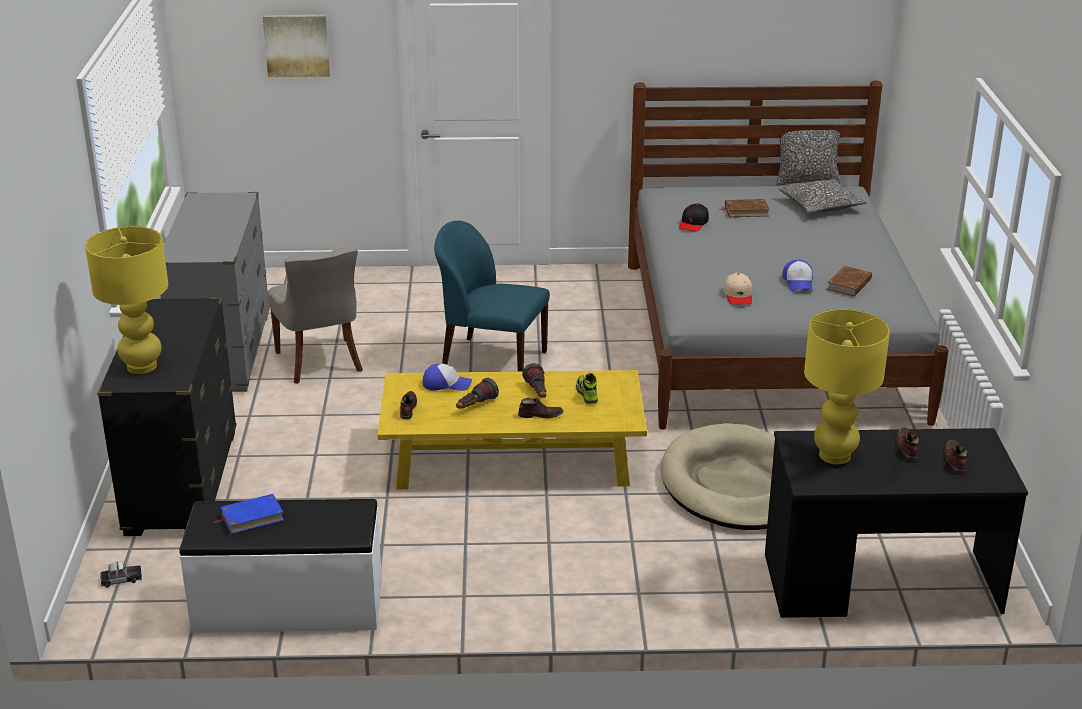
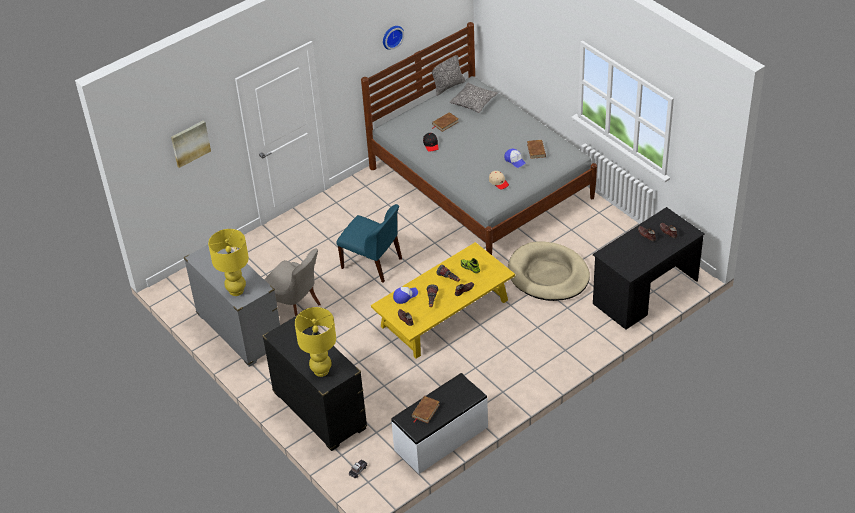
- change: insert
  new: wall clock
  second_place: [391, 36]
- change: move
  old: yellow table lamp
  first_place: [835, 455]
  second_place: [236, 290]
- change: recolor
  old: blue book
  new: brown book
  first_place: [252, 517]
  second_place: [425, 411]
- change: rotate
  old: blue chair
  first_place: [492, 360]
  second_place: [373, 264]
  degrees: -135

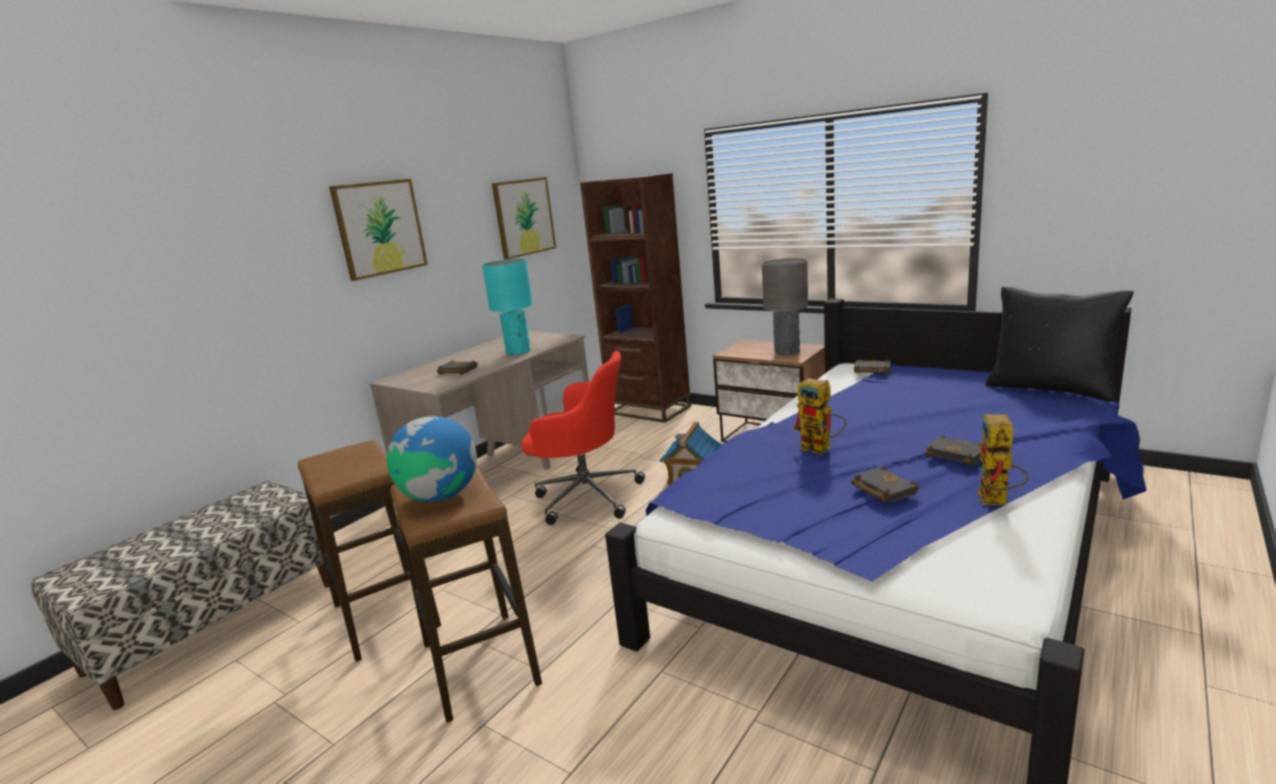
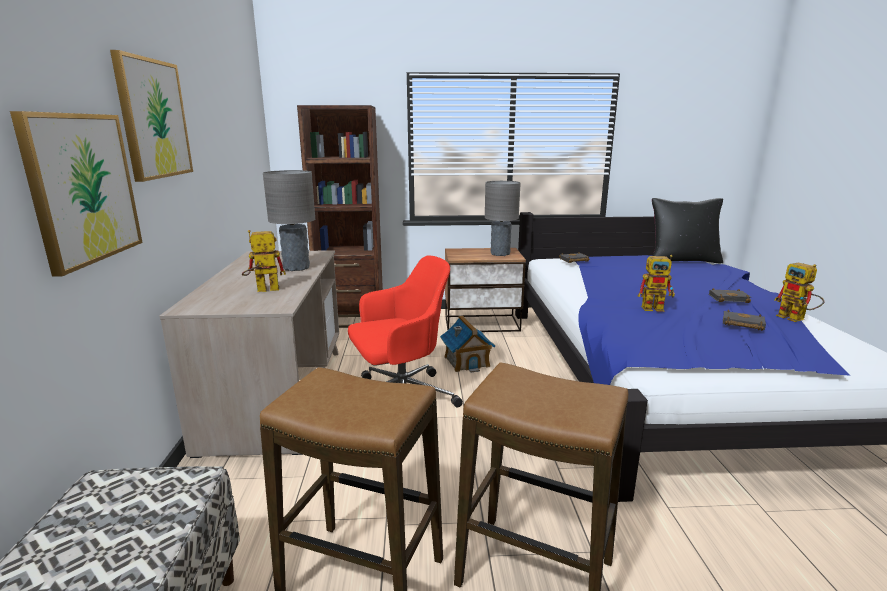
- change: delete
  old: globe
  first_place: [440, 496]
- change: move
  old: picture
  first_place: [524, 217]
  second_place: [83, 188]
- change: replace
  old: black book
  new: toy robot
  first_place: [456, 371]
  second_place: [262, 290]
- change: recolor
  old: turquoise table lamp
  new: grey table lamp
  first_place: [518, 352]
  second_place: [297, 268]

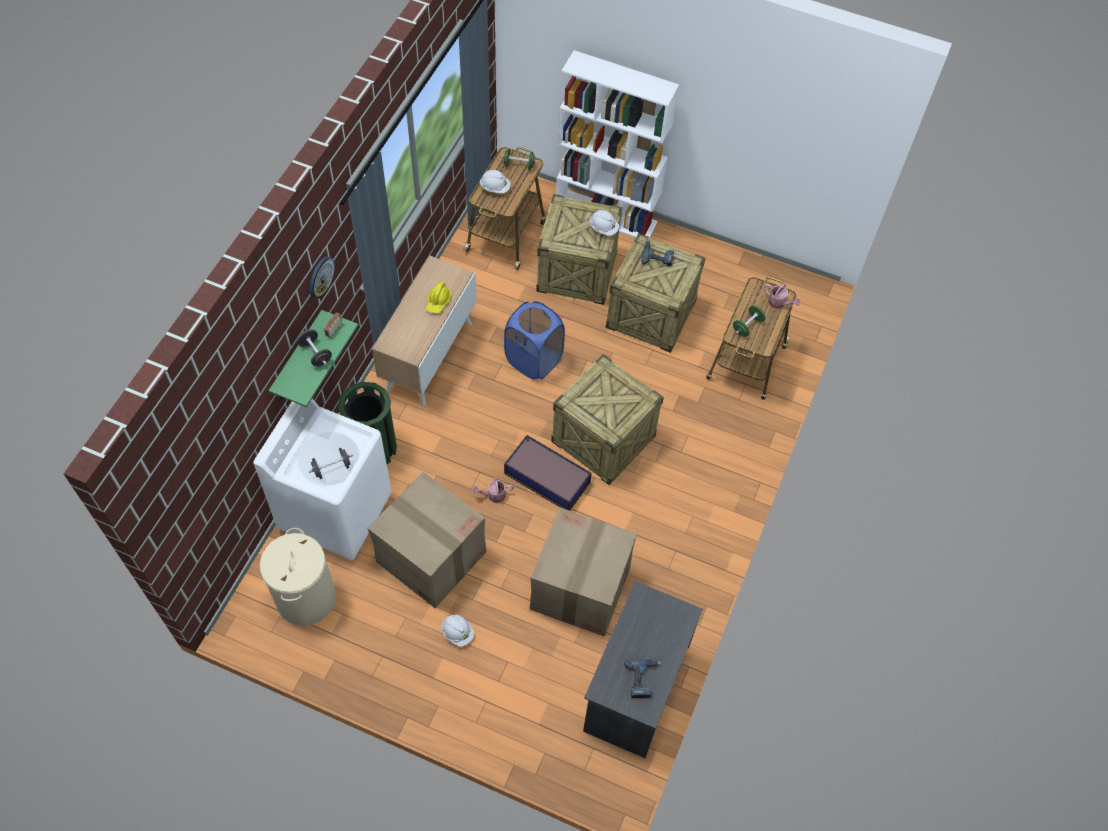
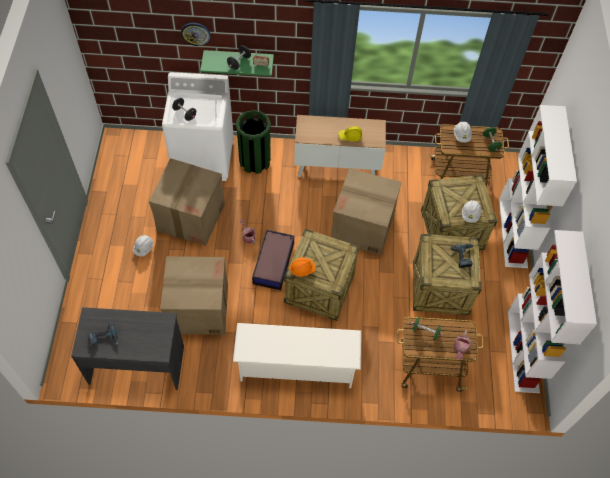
- change: delete
  old: beige laundry basket
  first_place: [305, 597]
- change: insert
  new: white shoe rack
  second_place: [296, 366]
- change: insert
  new: orange hard hat
  second_place: [302, 270]
- change: insert
  new: white bookcase
  second_place: [523, 351]
- change: move
  old: wall clock
  first_place: [320, 277]
  second_place: [195, 33]
- change: replace
  old: blue laundry basket
  new: cardboard box
  first_place: [534, 360]
  second_place: [363, 226]

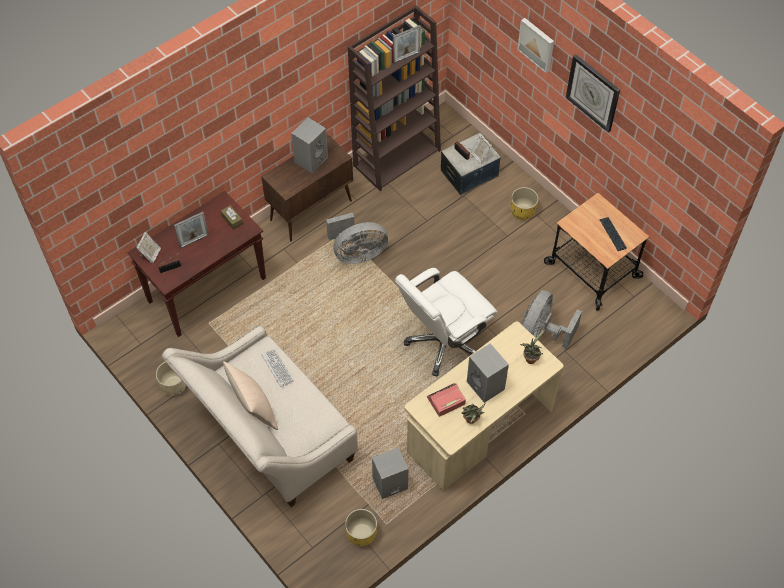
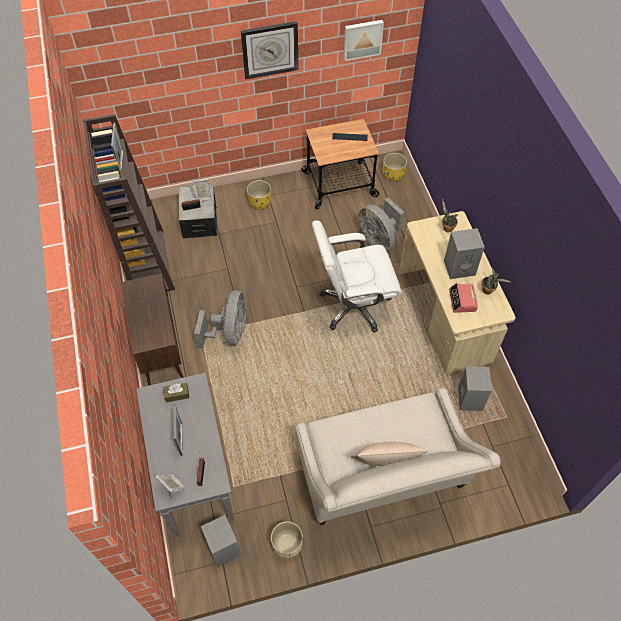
- change: delete
  old: keyboard
  first_place: [277, 368]
- change: move
  old: grey speaker
  first_place: [311, 159]
  second_place: [222, 547]
- change: move
  old: yellow planter
  first_place: [361, 534]
  second_place: [393, 175]
- change: move
  old: picture
  first_place: [537, 44]
  second_place: [362, 39]
- change: recolor
  old: brown console table
  new: grey console table
  first_place: [207, 289]
  second_place: [194, 473]
- change: rotate
  old: white office chair
  first_place: [444, 342]
  second_place: [353, 305]
  degrees: 90

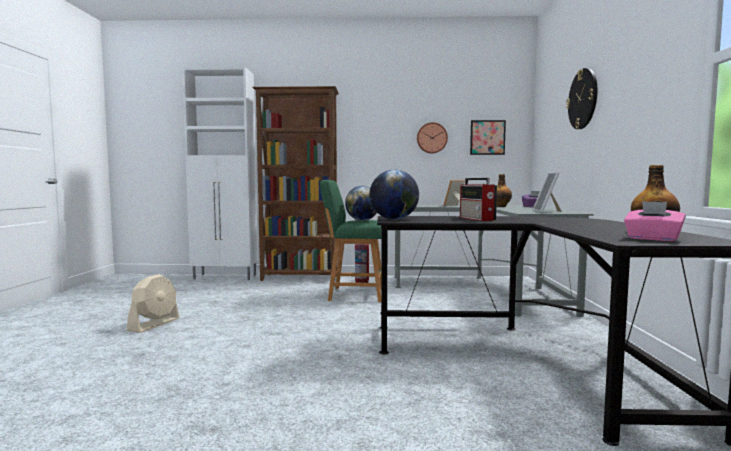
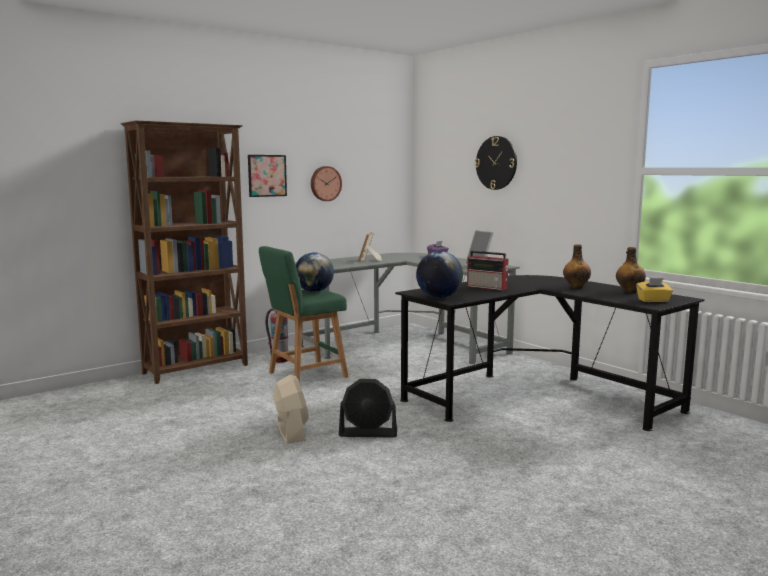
- change: delete
  old: white cabinet
  first_place: [226, 277]
- change: insert
  new: black fan
  second_place: [368, 433]
- change: move
  old: beige fan
  first_place: [154, 324]
  second_place: [291, 431]
- change: move
  old: picture
  first_place: [487, 137]
  second_place: [267, 175]
- change: move
  old: bottle
  first_place: [501, 206]
  second_place: [576, 287]
- change: recolor
  old: pink tissue box
  new: yellow tissue box
  first_place: [652, 239]
  second_place: [653, 300]

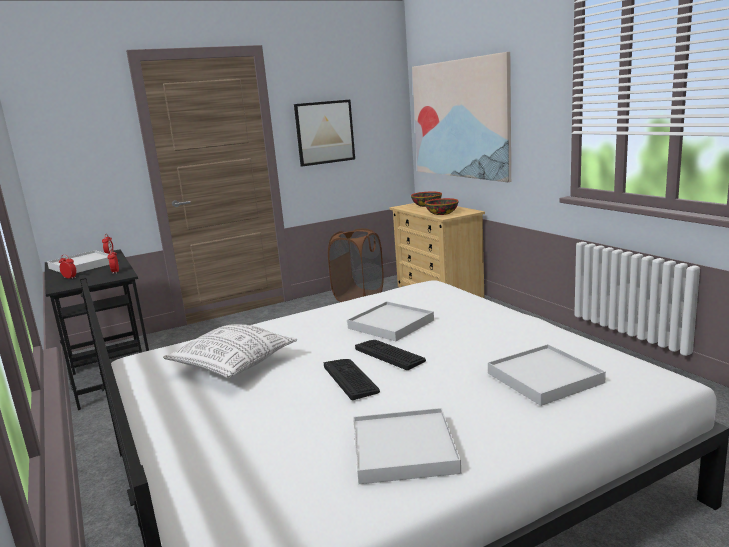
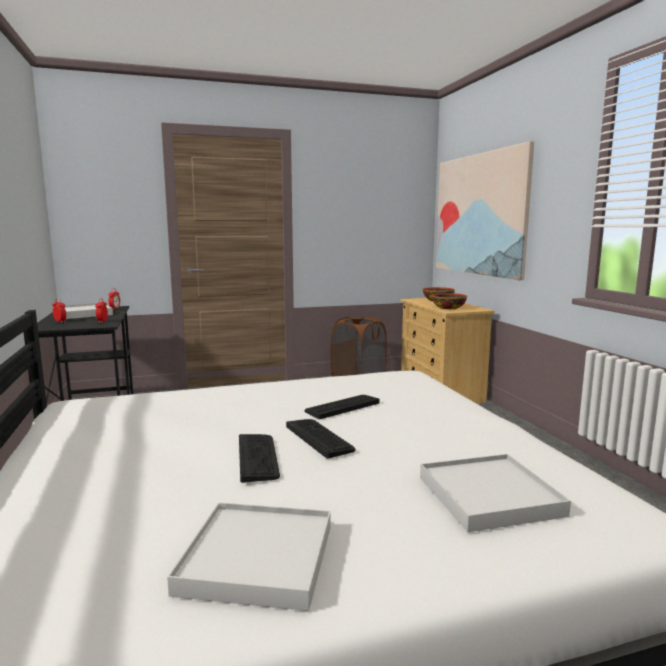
- change: delete
  old: pillow
  first_place: [233, 364]
- change: delete
  old: picture
  first_place: [324, 132]
- change: replace
  old: white tray
  new: keyboard
  first_place: [391, 324]
  second_place: [342, 407]

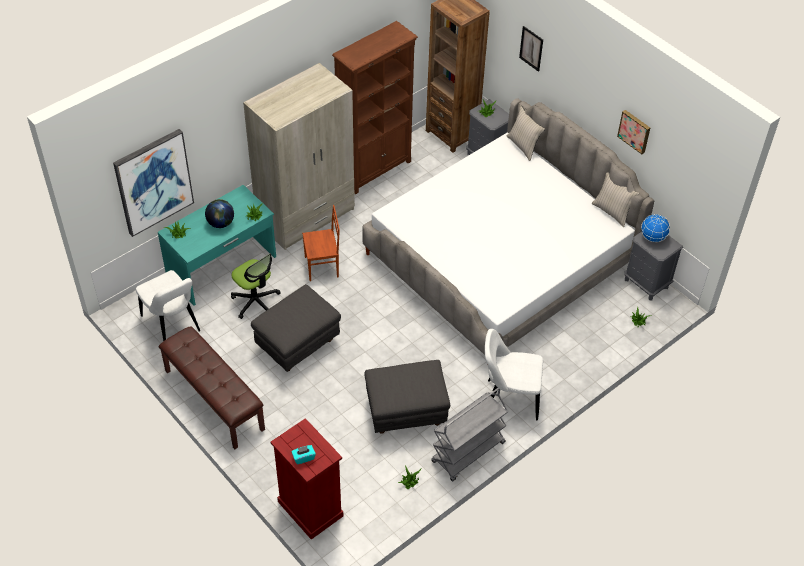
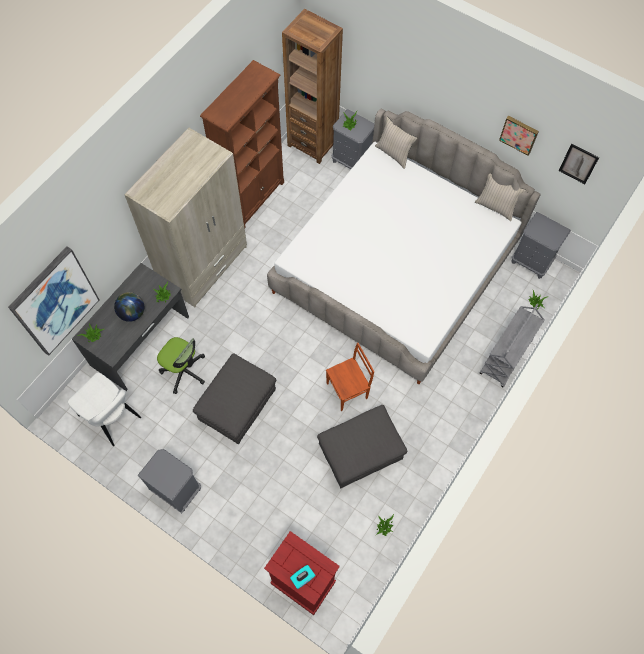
- change: delete
  old: white chair
  first_place: [509, 399]
- change: delete
  old: globe
  first_place: [653, 237]
- change: move
  old: brown chair
  first_place: [322, 267]
  second_place: [348, 391]
- change: move
  old: grey cart
  first_place: [468, 453]
  second_place: [506, 357]
- change: move
  old: picture
  first_place: [531, 48]
  second_place: [578, 163]
- change: replace
  old: brown bench
  new: grey nightstand
  first_place: [213, 400]
  second_place: [176, 490]
- change: recolor
  old: turquoise desk
  new: grey desk
  first_place: [222, 267]
  second_place: [141, 341]

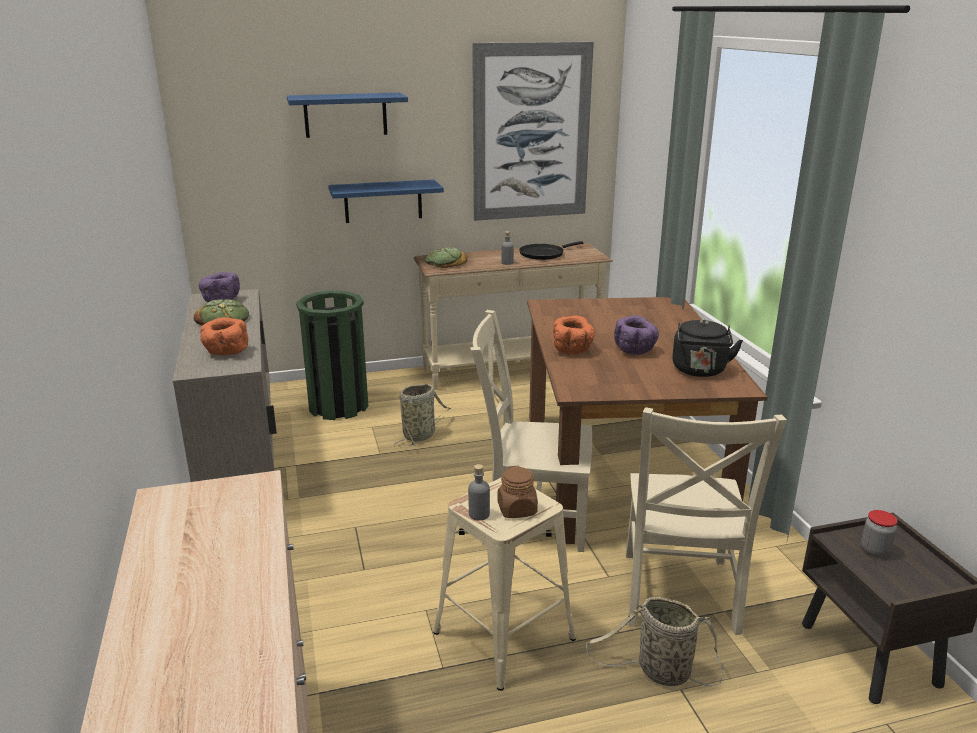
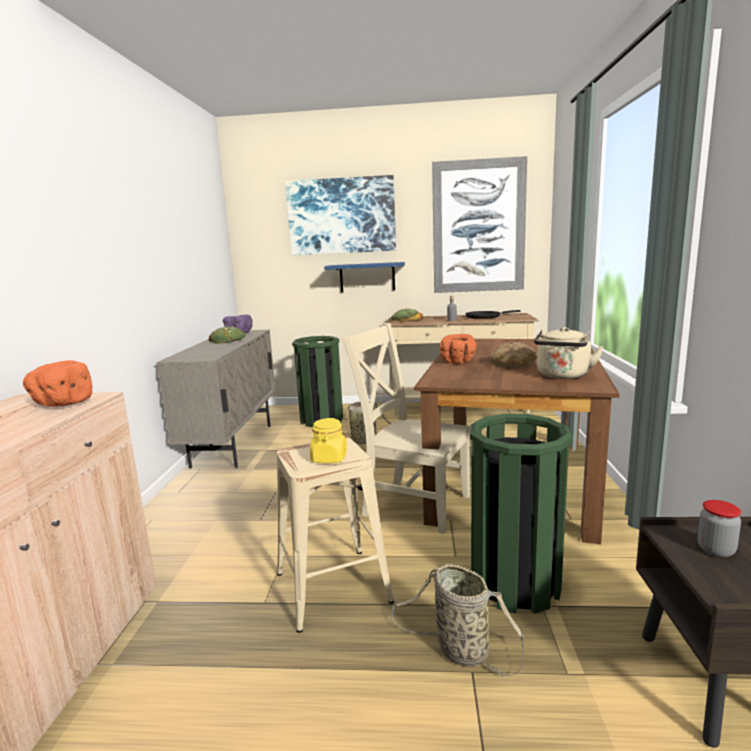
- change: delete
  old: grey bottle
  first_place: [479, 514]
- change: move
  old: orange bowl
  first_place: [226, 352]
  second_place: [62, 404]
- change: replace
  old: blue shelf
  new: picture
  first_place: [345, 115]
  second_place: [341, 216]
- change: replace
  old: purple bowl
  new: bread
  first_place: [635, 350]
  second_place: [513, 363]
- change: replace
  old: beige chair
  new: green trash can
  first_place: [678, 596]
  second_place: [515, 583]
- change: recolor
  old: brown jar
  new: yellow jar
  first_place: [517, 509]
  second_place: [329, 458]
- change: recolor
  old: black kettle
  new: beige kettle
  first_place: [699, 371]
  second_place: [562, 376]

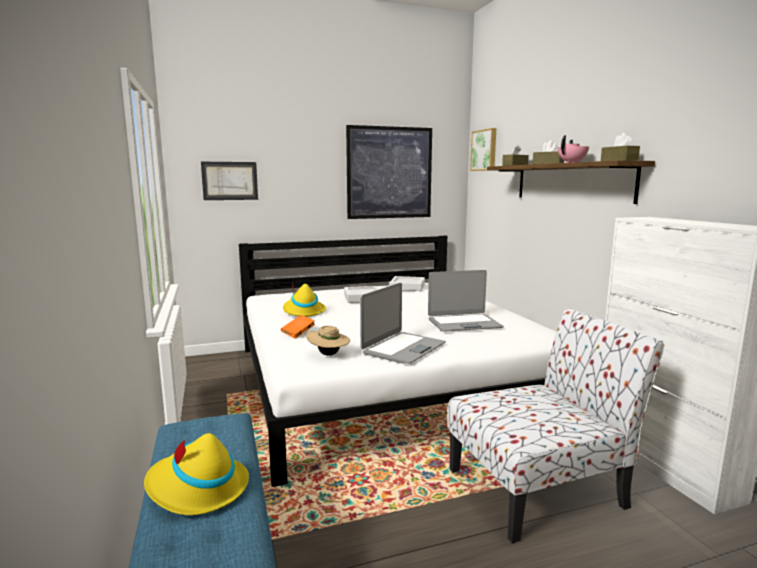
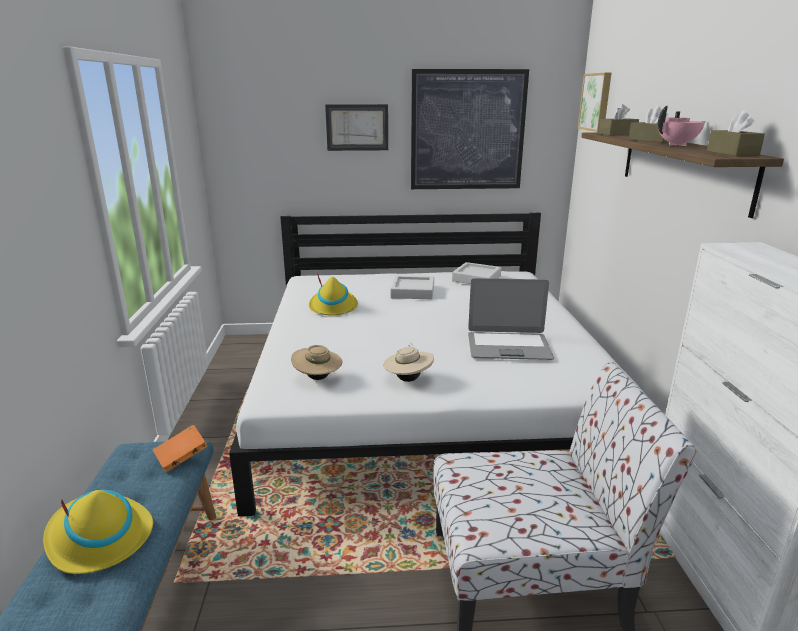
- change: move
  old: picture
  first_place: [230, 181]
  second_place: [357, 127]
- change: move
  old: orange book
  first_place: [298, 333]
  second_place: [181, 458]
- change: replace
  old: laptop
  new: beige hat
  first_place: [403, 348]
  second_place: [408, 379]

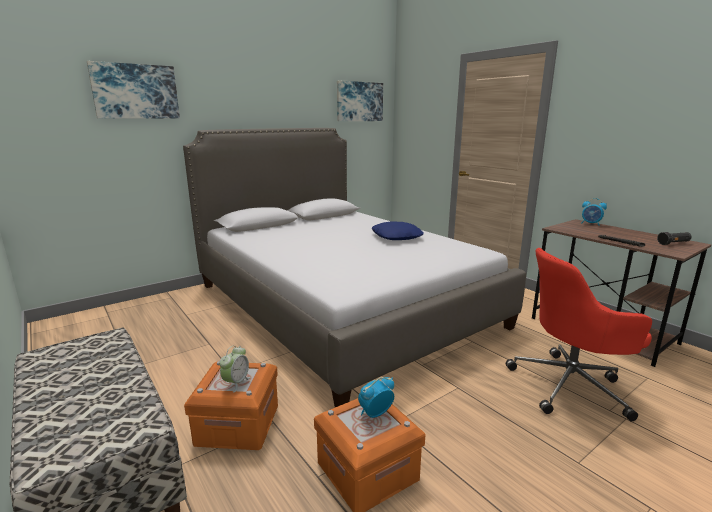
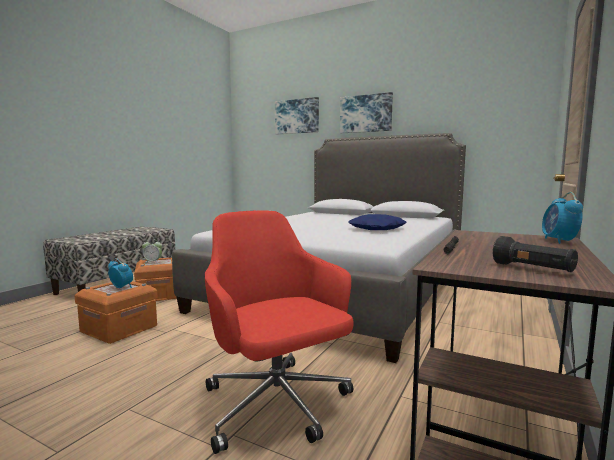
- change: move
  old: picture
  first_place: [359, 101]
  second_place: [366, 113]

